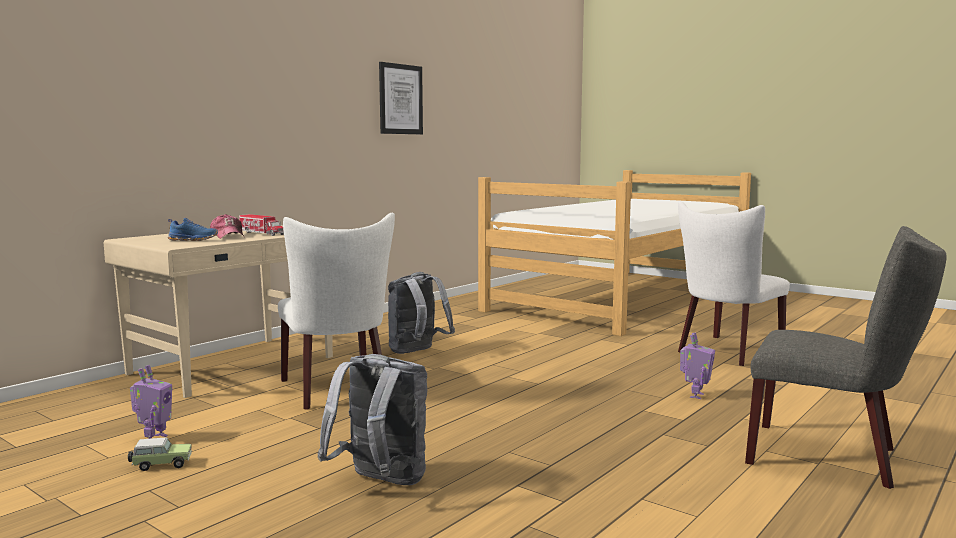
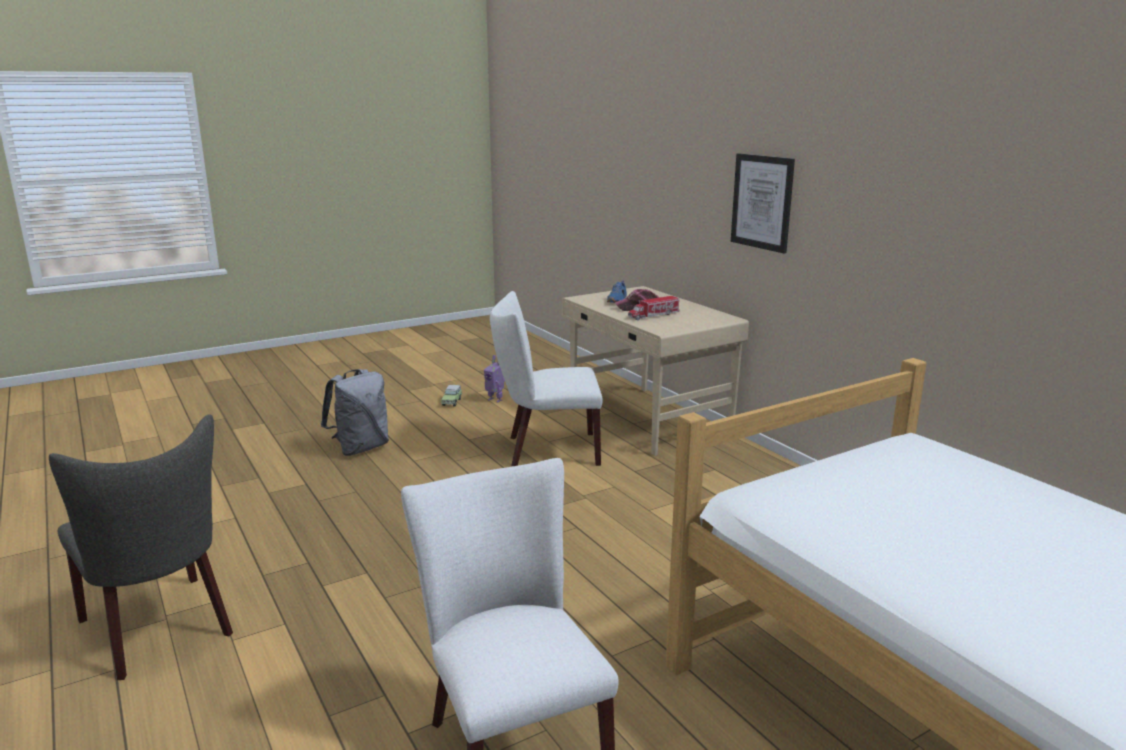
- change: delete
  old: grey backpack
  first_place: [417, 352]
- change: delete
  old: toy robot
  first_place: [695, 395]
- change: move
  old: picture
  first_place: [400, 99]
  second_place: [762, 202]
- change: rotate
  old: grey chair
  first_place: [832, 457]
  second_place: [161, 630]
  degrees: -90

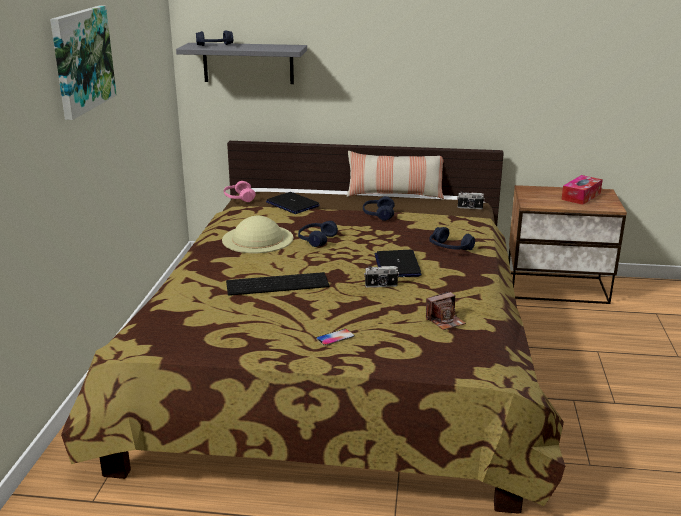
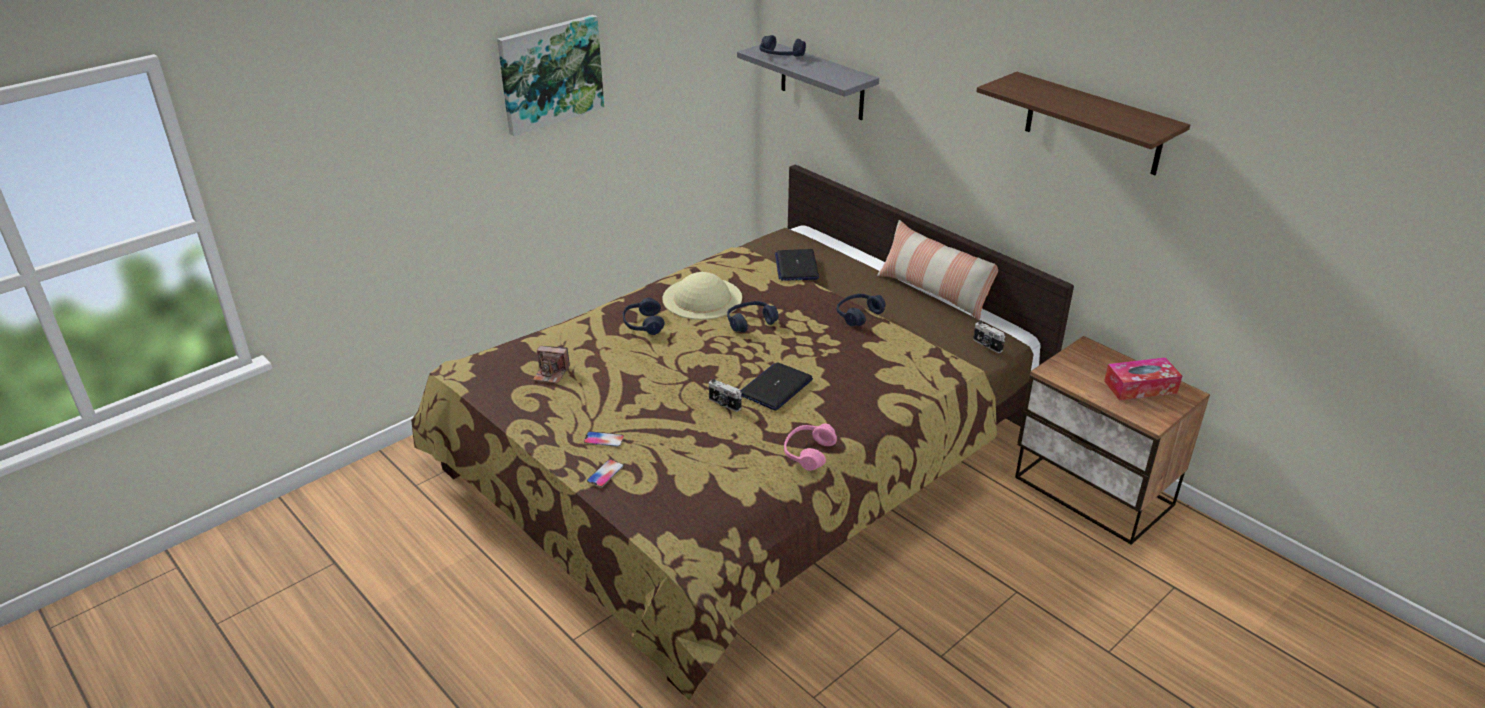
- change: delete
  old: keyboard
  first_place: [278, 283]
- change: insert
  new: phone
  second_place: [605, 474]
- change: insert
  new: shelf
  second_place: [1093, 124]
- change: move
  old: pink headphones
  first_place: [239, 198]
  second_place: [808, 453]
- change: move
  old: photo camera
  first_place: [445, 321]
  second_place: [551, 373]
- change: move
  old: blue headphones
  first_place: [449, 248]
  second_place: [643, 324]

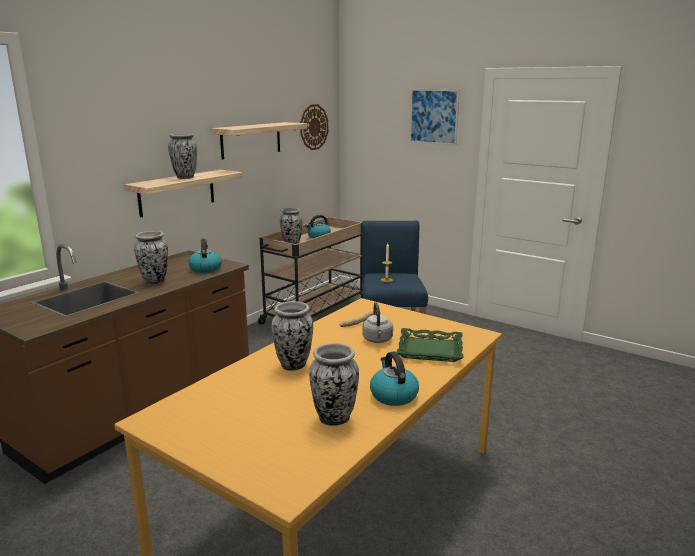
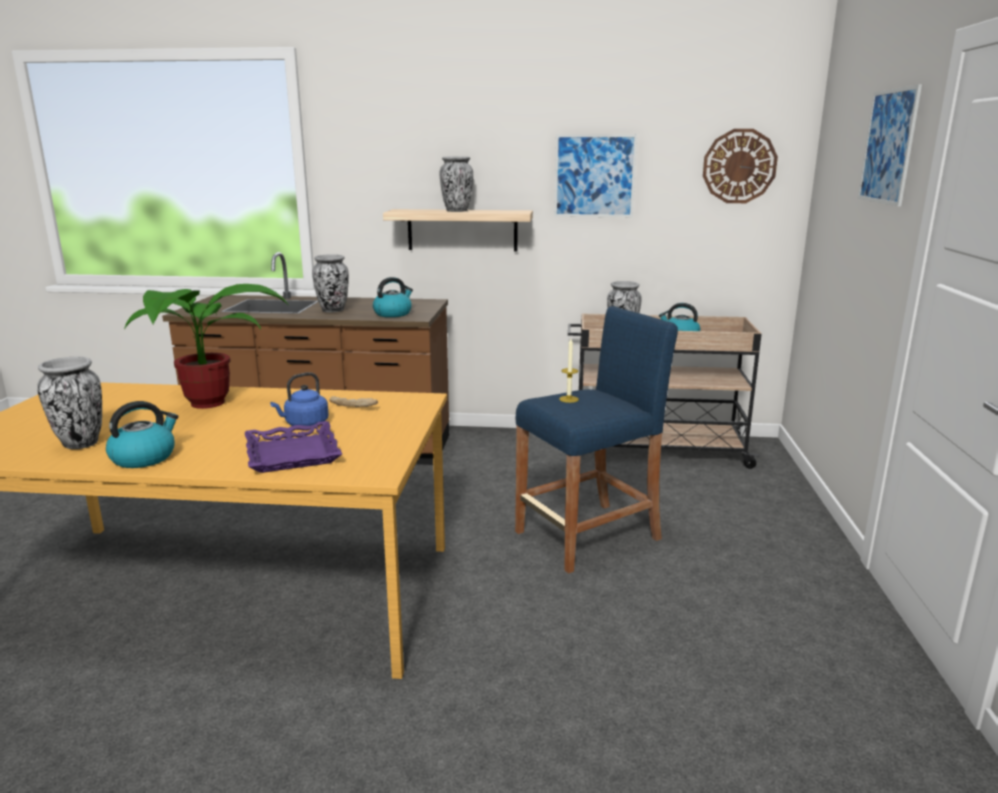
- change: replace
  old: shelf
  new: picture
  first_place: [251, 140]
  second_place: [594, 176]
- change: replace
  old: vase
  new: potted plant
  first_place: [294, 365]
  second_place: [207, 405]
- change: recolor
  old: grey kettle
  new: blue kettle
  first_place: [377, 340]
  second_place: [304, 424]
- change: recolor
  old: green tray
  new: purple tray
  first_place: [430, 349]
  second_place: [293, 454]

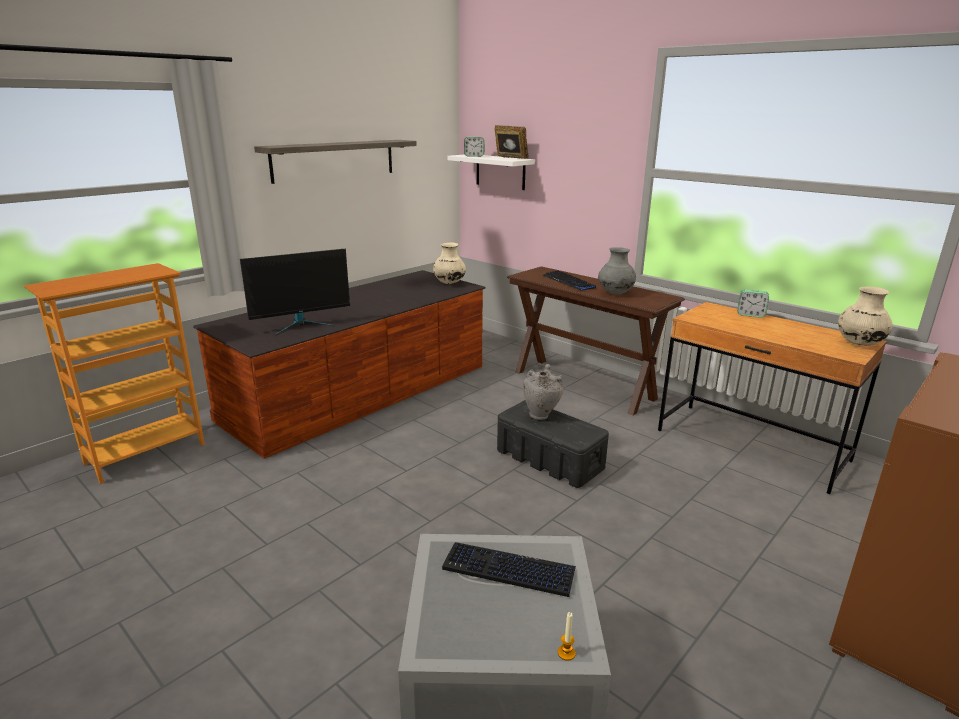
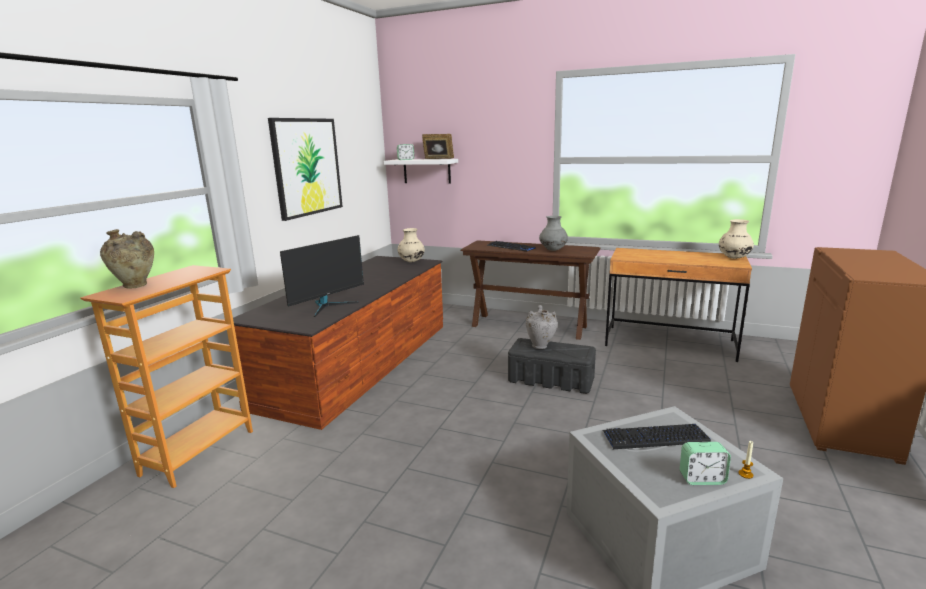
- change: insert
  new: beige vase
  second_place: [135, 286]
- change: move
  old: alarm clock
  first_place: [750, 315]
  second_place: [702, 479]
- change: replace
  old: shelf
  new: picture
  first_place: [334, 160]
  second_place: [307, 167]

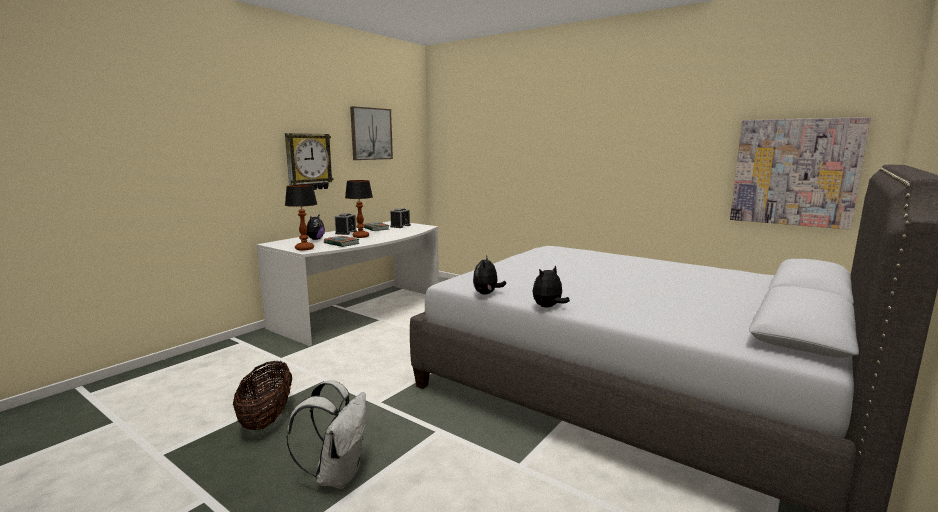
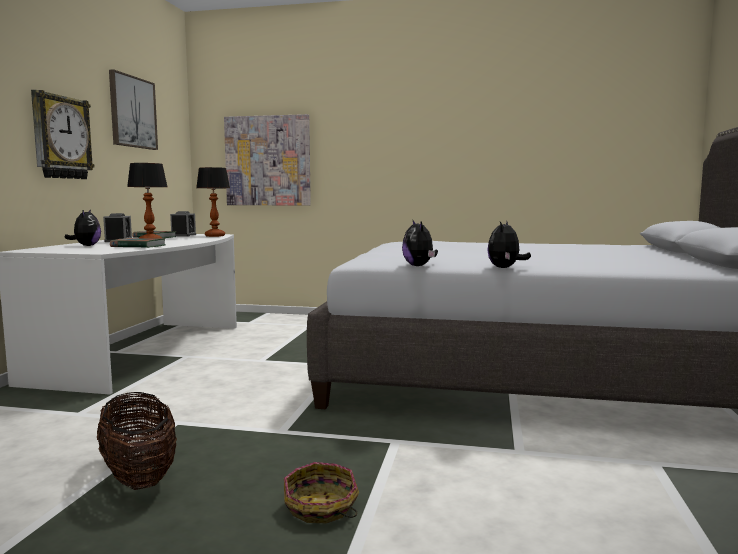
- change: move
  old: table lamp
  first_place: [304, 249]
  second_place: [214, 236]
- change: move
  old: picture
  first_place: [794, 172]
  second_place: [268, 161]
- change: replace
  old: white backpack
  new: basket
  first_place: [337, 474]
  second_place: [321, 508]

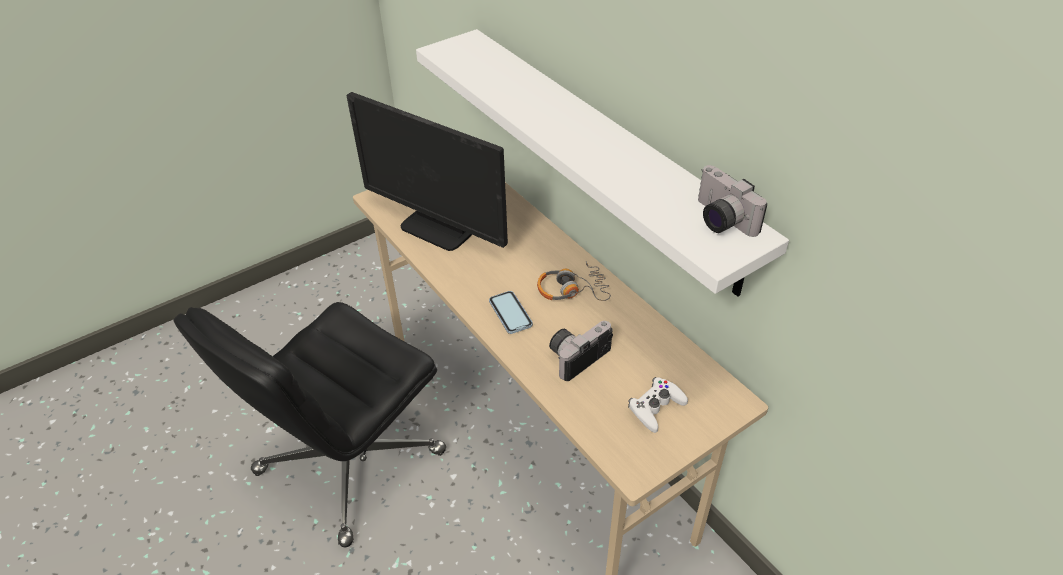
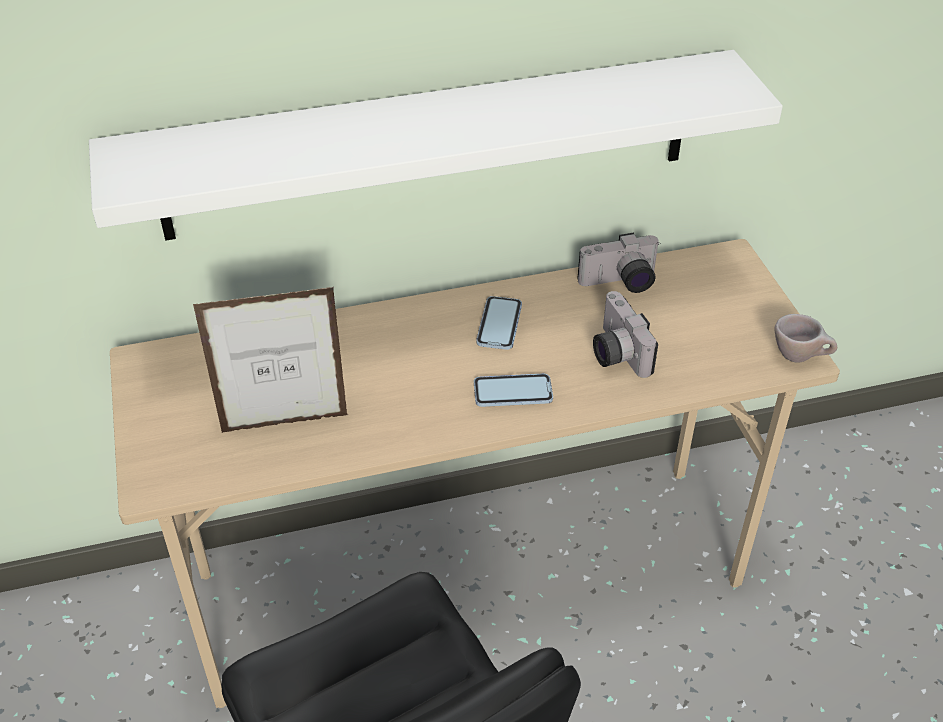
- change: delete
  old: white game controller
  first_place: [656, 407]
- change: insert
  new: beige cup
  second_place: [800, 357]
- change: move
  old: photo camera
  first_place: [719, 220]
  second_place: [620, 283]
- change: replace
  old: monitor
  new: picture frame
  first_place: [438, 228]
  second_place: [285, 423]
- change: replace
  old: headphones
  new: phone
  first_place: [572, 290]
  second_place: [499, 324]

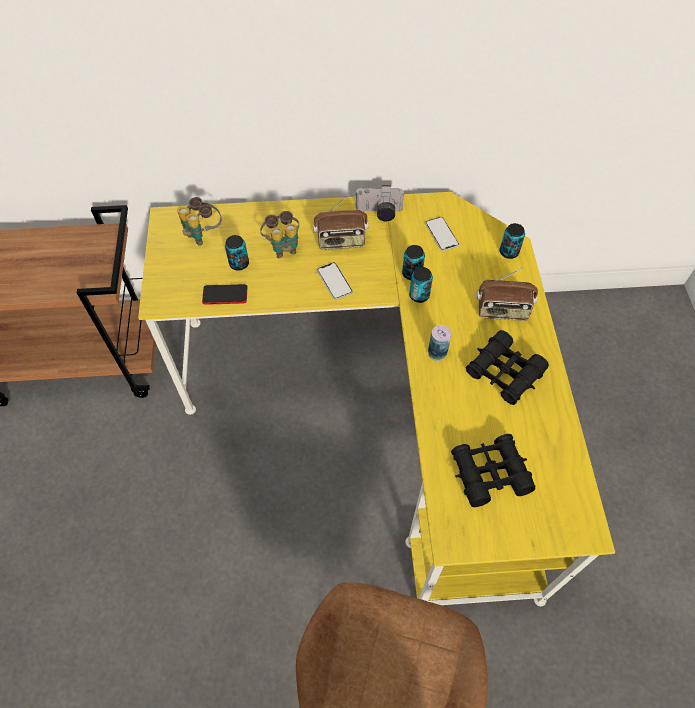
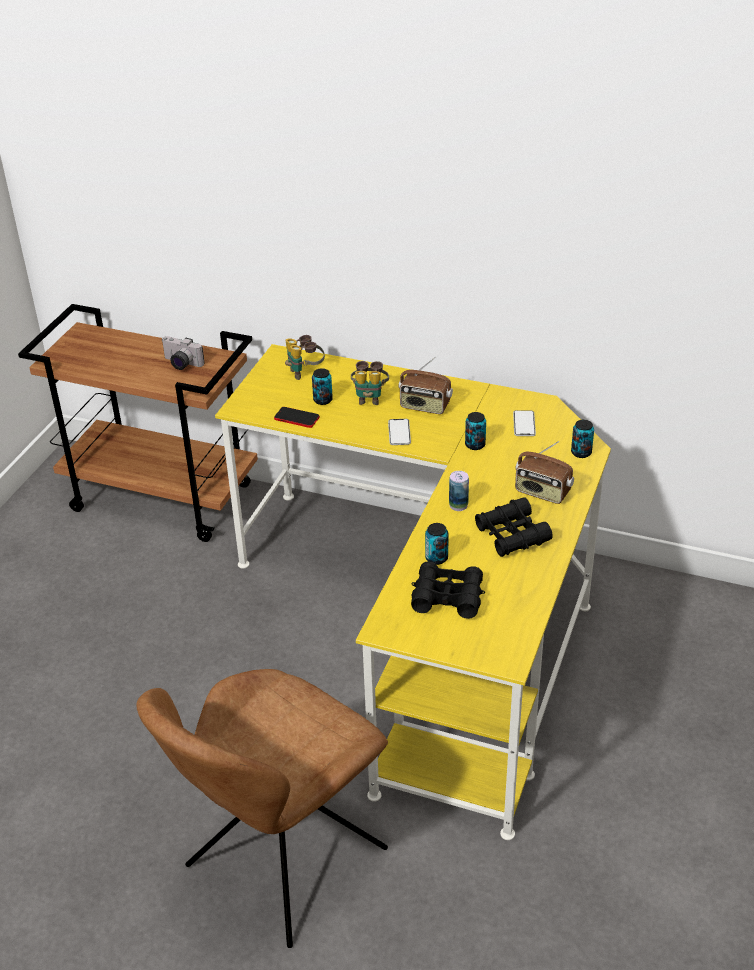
- change: move
  old: photo camera
  first_place: [379, 213]
  second_place: [180, 364]
- change: move
  old: can
  first_place: [419, 295]
  second_place: [436, 558]

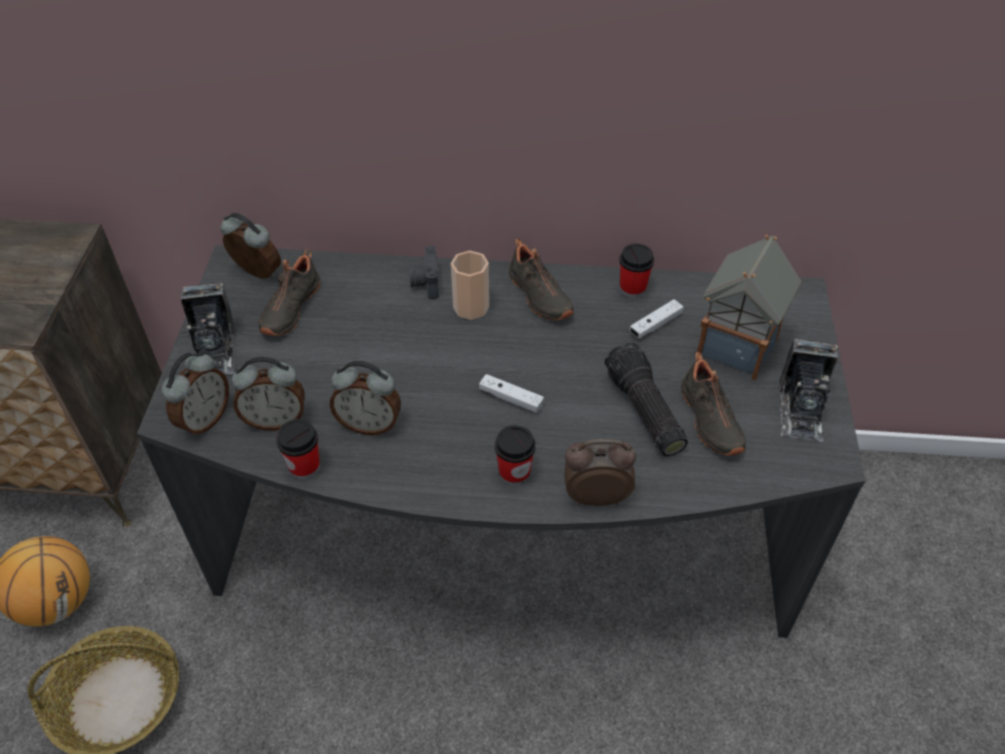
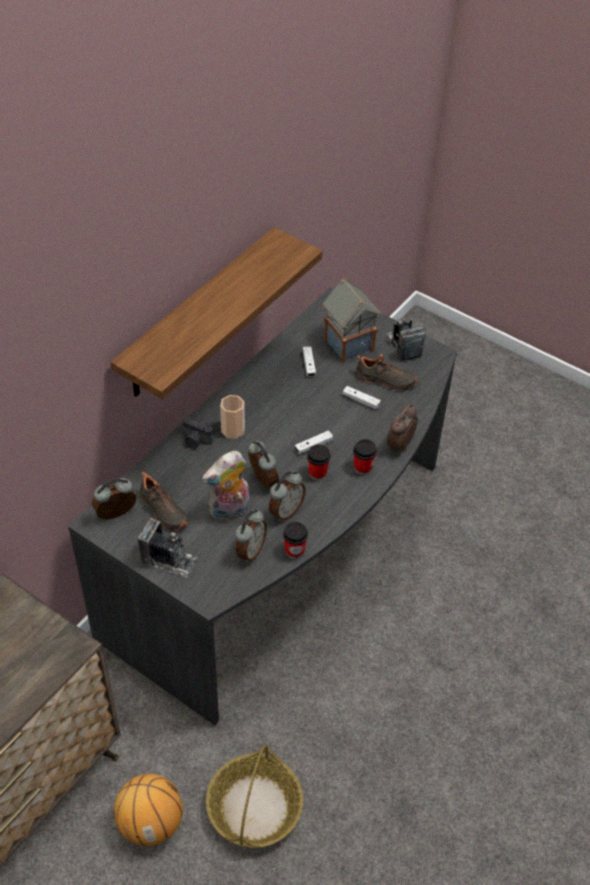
- change: delete
  old: black shoe
  first_place: [538, 296]
- change: insert
  new: shelf
  second_place: [198, 315]
- change: insert
  new: plush toy
  second_place: [229, 510]
- change: move
  old: alarm clock
  first_place: [204, 419]
  second_place: [262, 481]
- change: move
  old: cup
  first_place: [632, 289]
  second_place: [317, 473]
- change: replace
  old: flashlight
  new: white game controller
  first_place: [642, 411]
  second_place: [361, 401]
- change: rotate
  old: photo camera
  first_place: [801, 409]
  second_place: [403, 346]
  degrees: -150

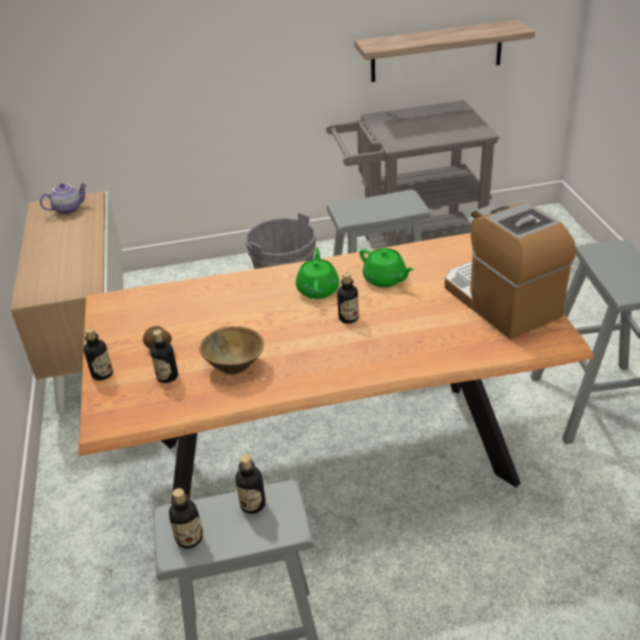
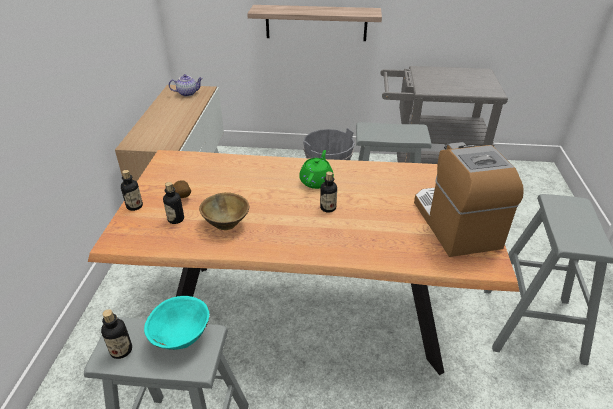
- change: delete
  old: green teapot
  first_place: [385, 279]
- change: move
  old: shelf
  first_place: [436, 51]
  second_place: [316, 23]
- change: replace
  old: bottle
  new: turquoise bowl
  first_place: [253, 504]
  second_place: [182, 337]

